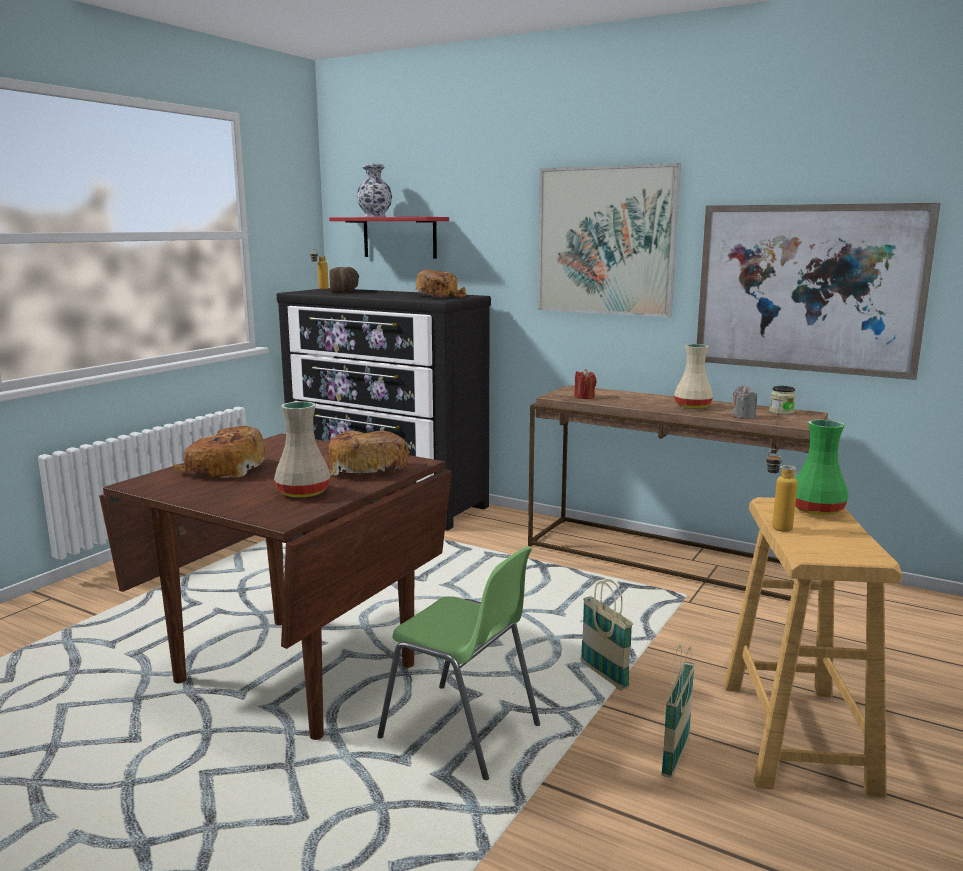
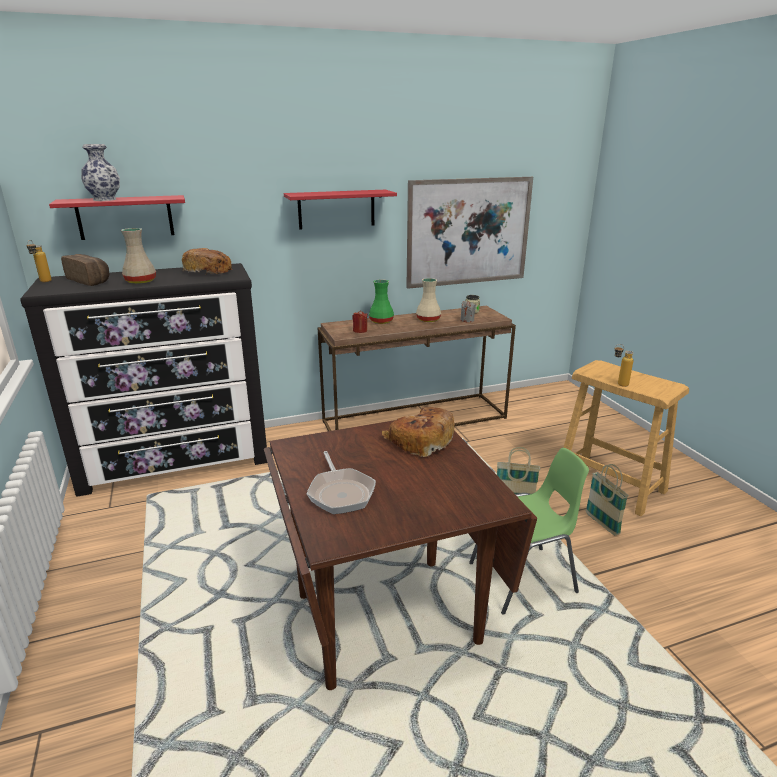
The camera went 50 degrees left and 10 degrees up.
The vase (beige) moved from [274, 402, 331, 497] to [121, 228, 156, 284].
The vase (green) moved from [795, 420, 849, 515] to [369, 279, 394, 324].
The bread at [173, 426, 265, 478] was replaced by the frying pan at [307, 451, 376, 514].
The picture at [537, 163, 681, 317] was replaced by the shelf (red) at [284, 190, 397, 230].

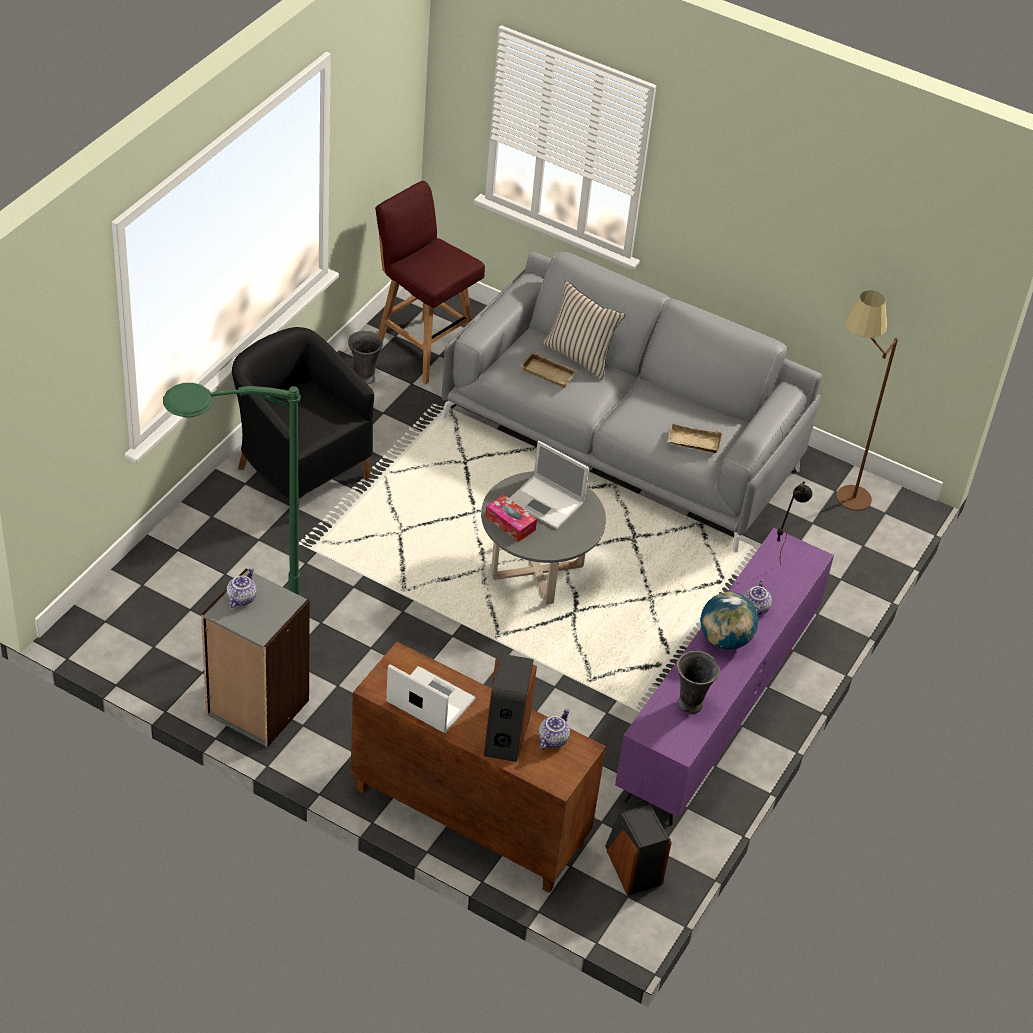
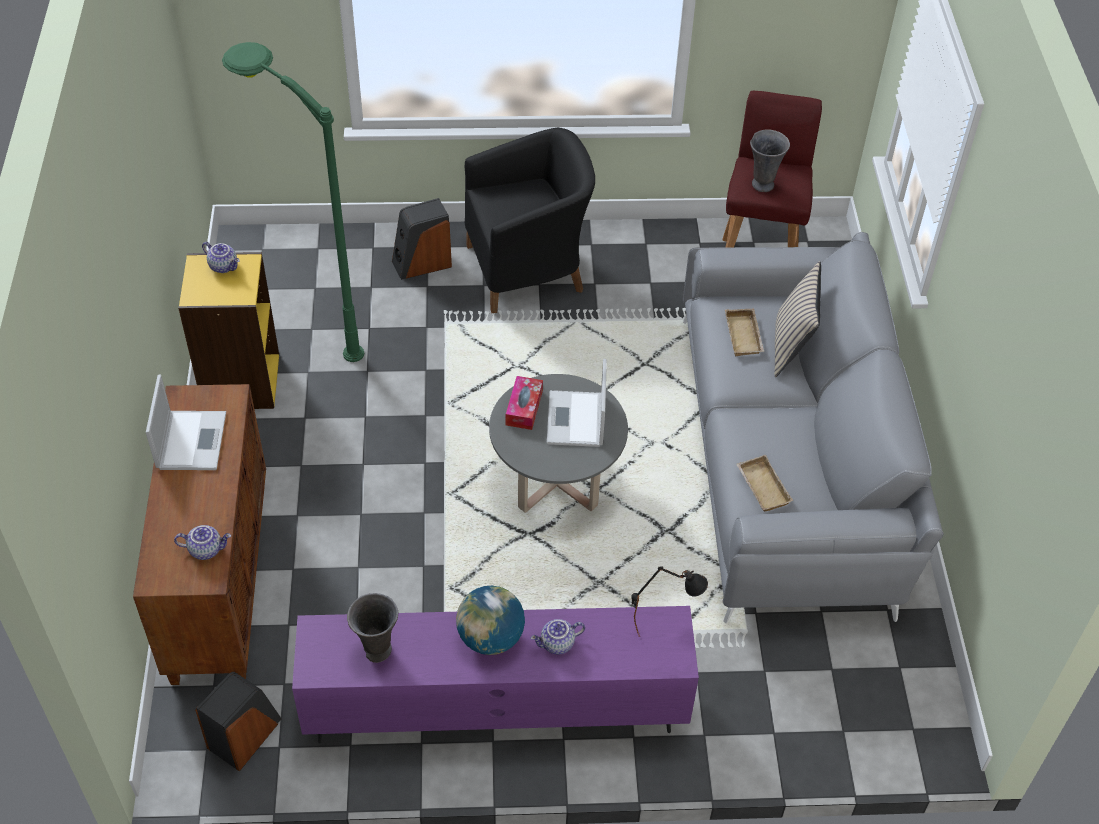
The camera went 60 degrees right and 5 degrees up.
The floor lamp (brown) at [836, 290, 898, 510] disappeared.
The vase (grey) moved from [348, 331, 383, 385] to [750, 129, 790, 192].
The speaker moved from [484, 653, 537, 762] to [392, 198, 452, 280].
The bookcase (grey) at [201, 568, 310, 748] became the bookcase (yellow) at [178, 252, 279, 409].
The teapot at [227, 567, 257, 608] turned 45 degrees clockwise.
The armchair (black) at [232, 327, 374, 504] turned 60 degrees clockwise.

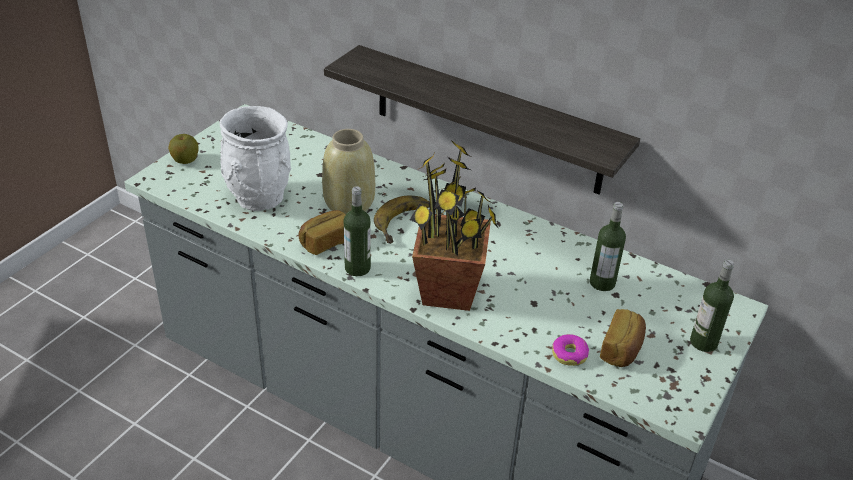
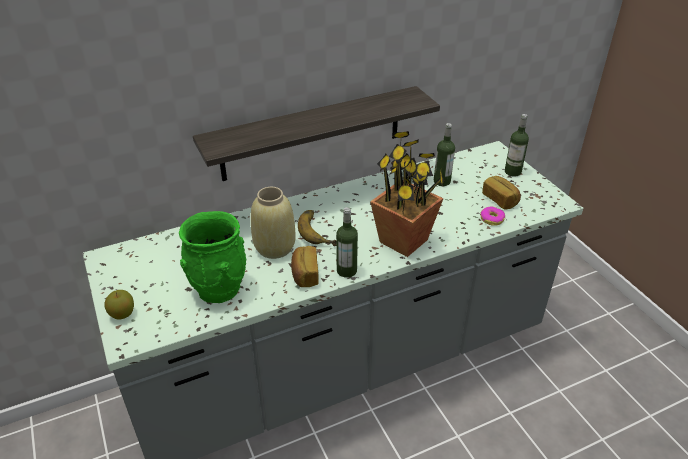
The camera went 55 degrees left and 0 degrees up.
The vase (white) at [219, 106, 291, 211] became the vase (green) at [179, 211, 246, 303].

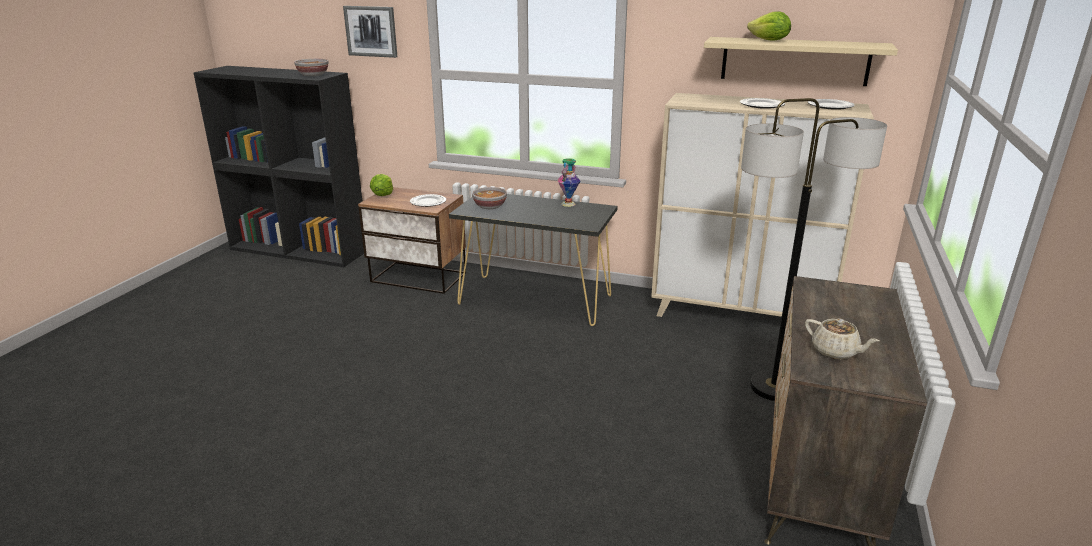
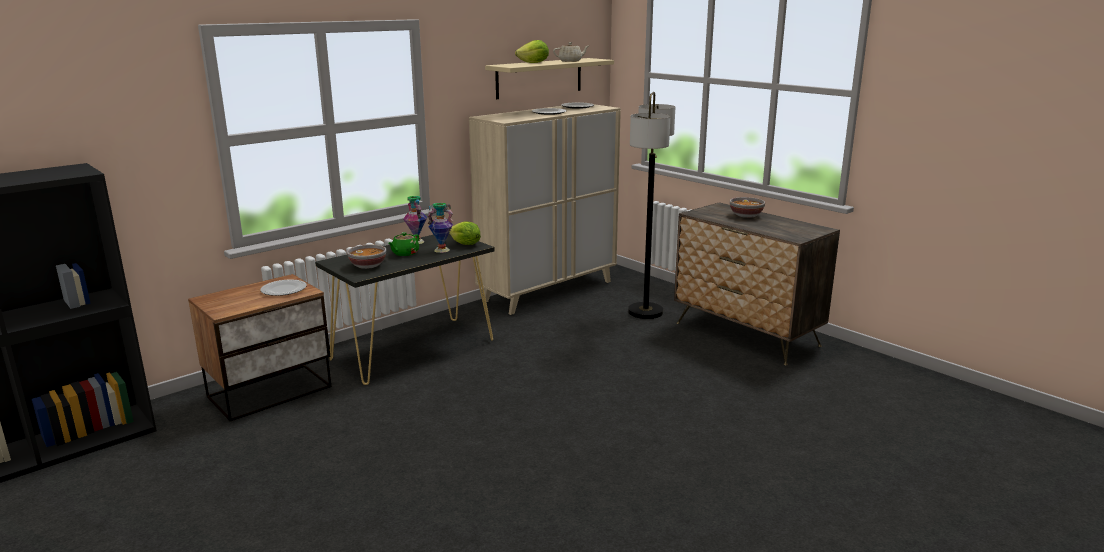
The camera went 60 degrees left and 5 degrees down.
The picture at [343, 6, 397, 58] disappeared.
The teapot (green) at [388, 232, 419, 256] appeared.
The vase at [427, 203, 453, 253] appeared.
The bowl moved from [294, 59, 328, 76] to [730, 197, 765, 218].
The lettuce moved from [370, 174, 393, 196] to [449, 221, 481, 245].
The teapot (beige) moved from [805, 319, 879, 359] to [553, 42, 589, 62].

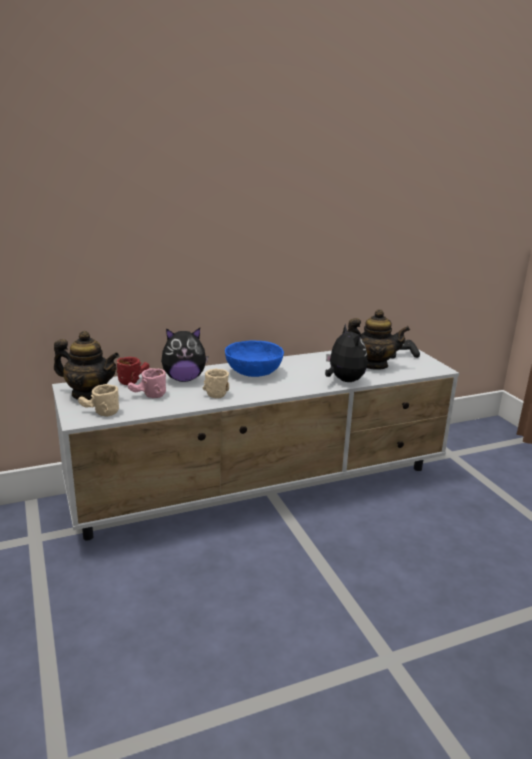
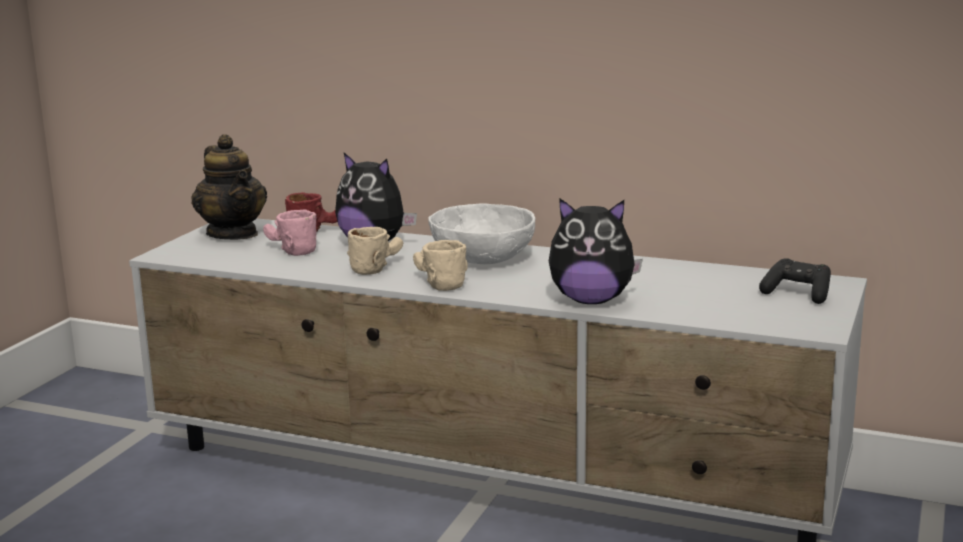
The camera went 45 degrees right and 5 degrees down.
The teapot at [348, 309, 410, 370] disappeared.
The mug (beige) moved from [78, 384, 119, 417] to [413, 240, 468, 291].
The bowl (blue) at [225, 340, 284, 377] became the bowl (white) at [428, 203, 535, 264].
The plush toy at [325, 324, 367, 382] turned 75 degrees clockwise.

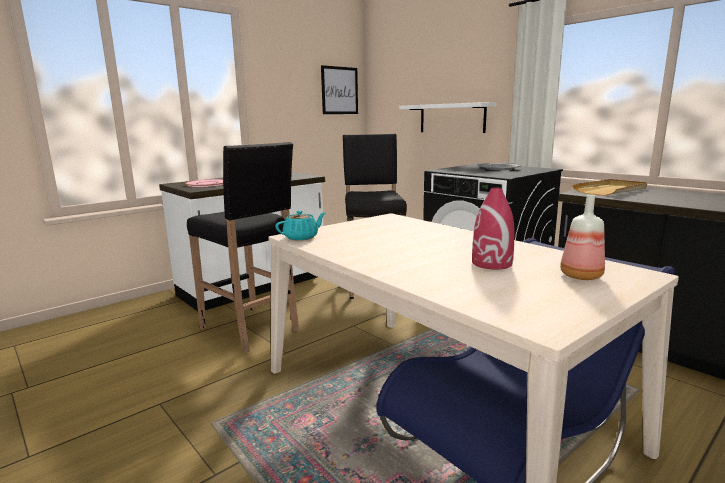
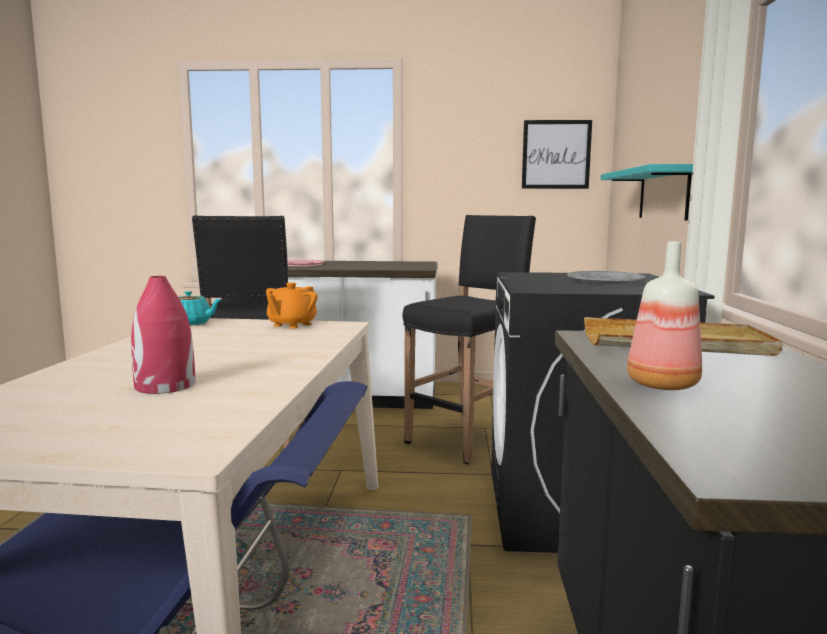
The camera went 45 degrees right and 5 degrees down.
The teapot (orange) at [266, 282, 317, 329] appeared.
The bottle moved from [560, 194, 605, 280] to [627, 242, 702, 390].
The shelf (white) at [399, 102, 497, 133] became the shelf (turquoise) at [601, 164, 693, 221].

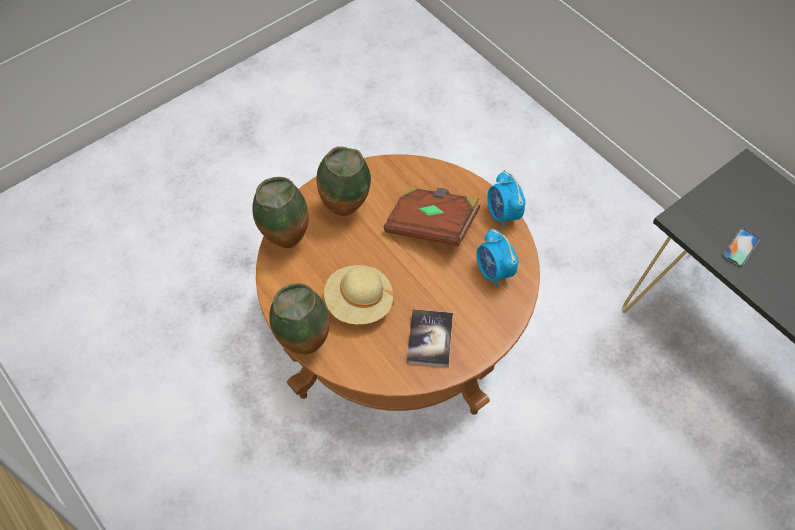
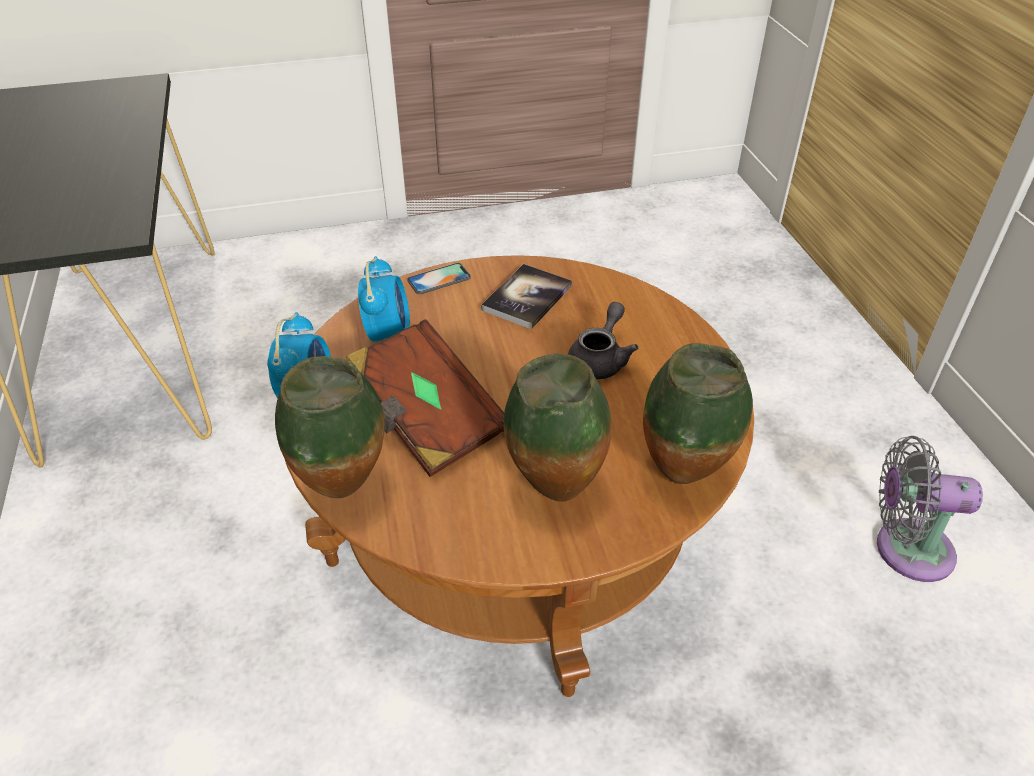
The camera went 155 degrees left and 15 degrees down.
The fan (grey) at [877, 436, 983, 582] appeared.
The vase moved from [269, 283, 330, 354] to [275, 356, 385, 498].
The phone moved from [722, 228, 760, 267] to [407, 263, 471, 294].
The hat (beige) at [324, 265, 394, 324] was replaced by the teapot (grey) at [568, 302, 639, 379].

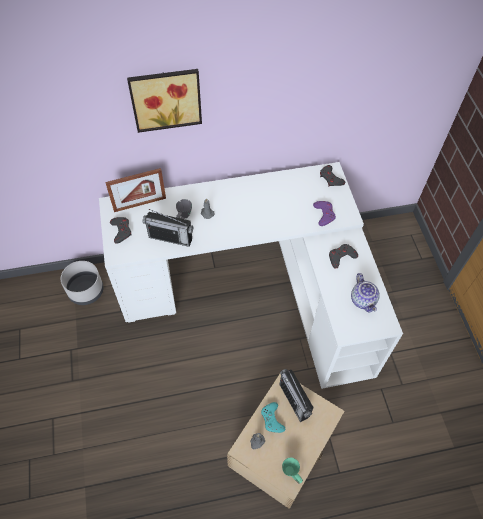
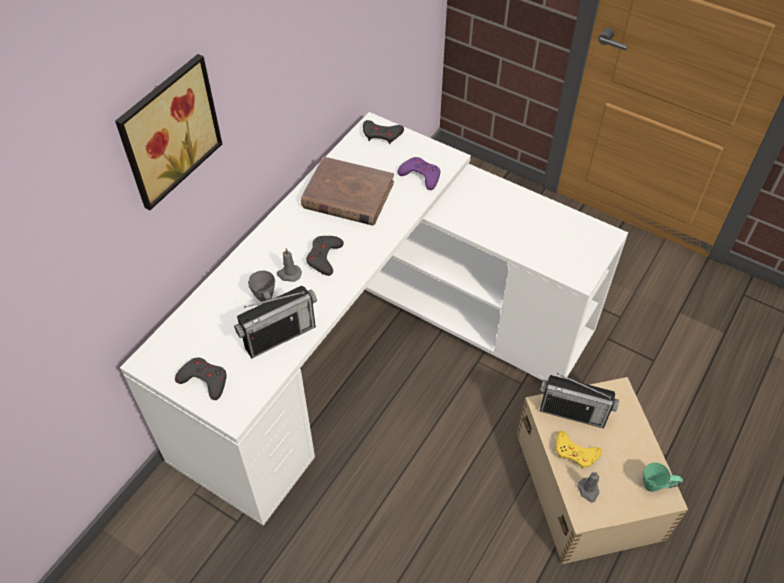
The camera went 45 degrees left and 5 degrees down.
The planter (grey) at [61, 261, 104, 305] disappeared.
The picture frame at [105, 168, 166, 212] disappeared.
The teapot at [351, 273, 380, 312] disappeared.
The book (brown) at [301, 157, 394, 226] appeared.
The game controller (grey) moved from [329, 244, 358, 269] to [306, 236, 344, 276].
The game controller (turquoise) at [261, 402, 286, 433] became the game controller (yellow) at [556, 431, 602, 469].

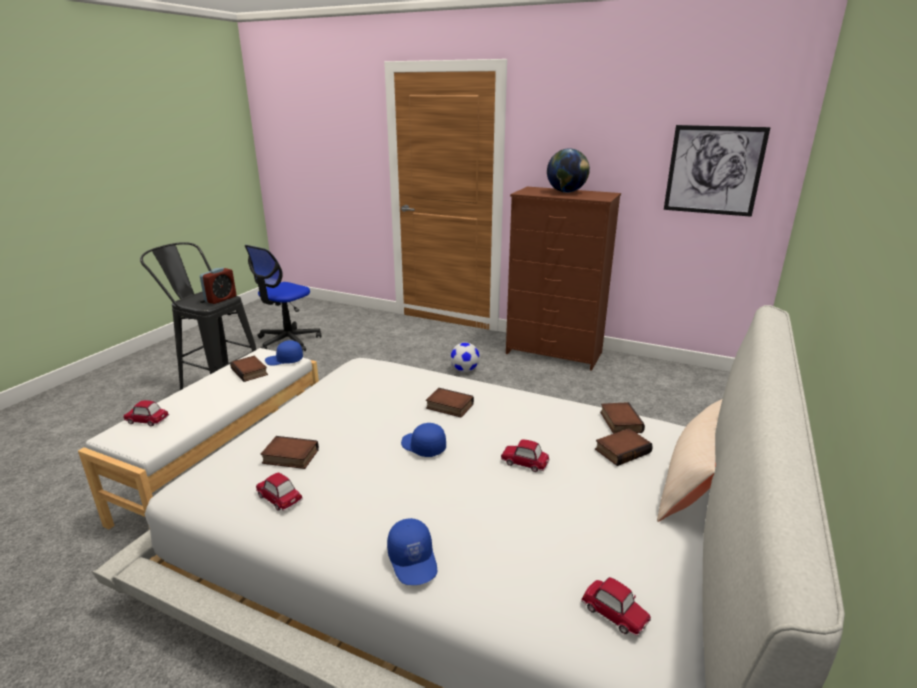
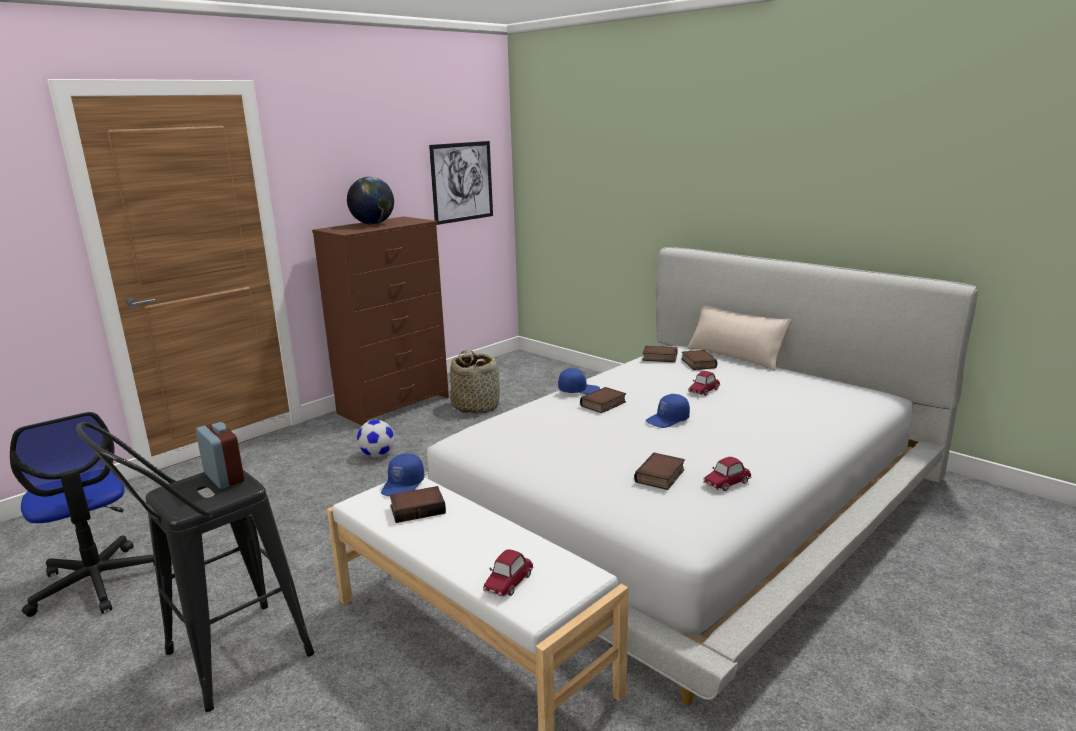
The camera went 70 degrees left and 5 degrees down.
The toy car at [581, 577, 651, 636] disappeared.
The basket at [451, 350, 500, 414] appeared.
The cap (blue) moved from [387, 518, 437, 585] to [558, 368, 600, 394].

